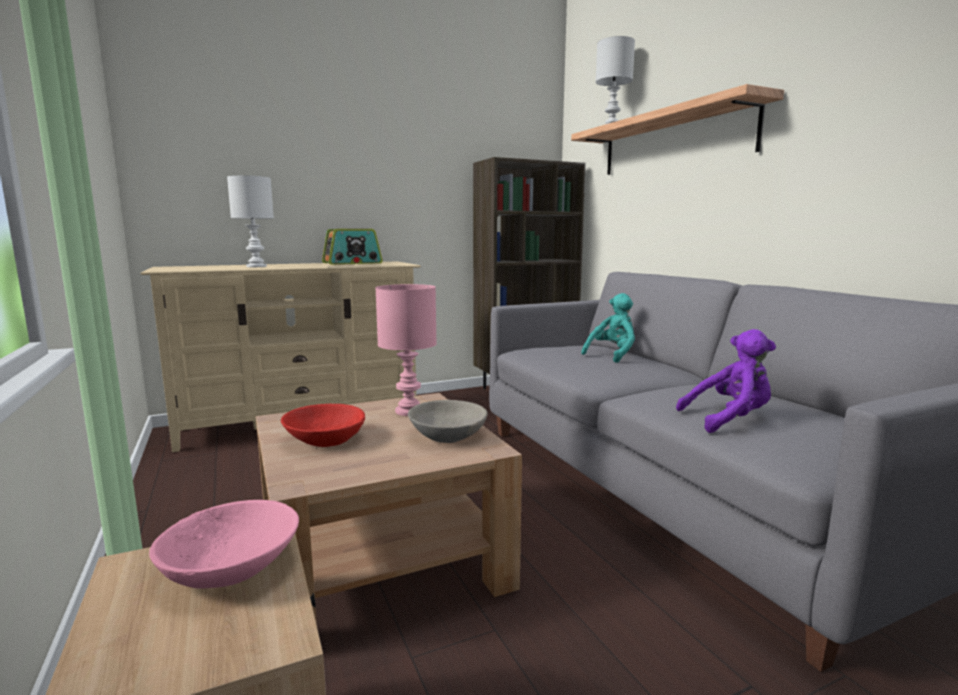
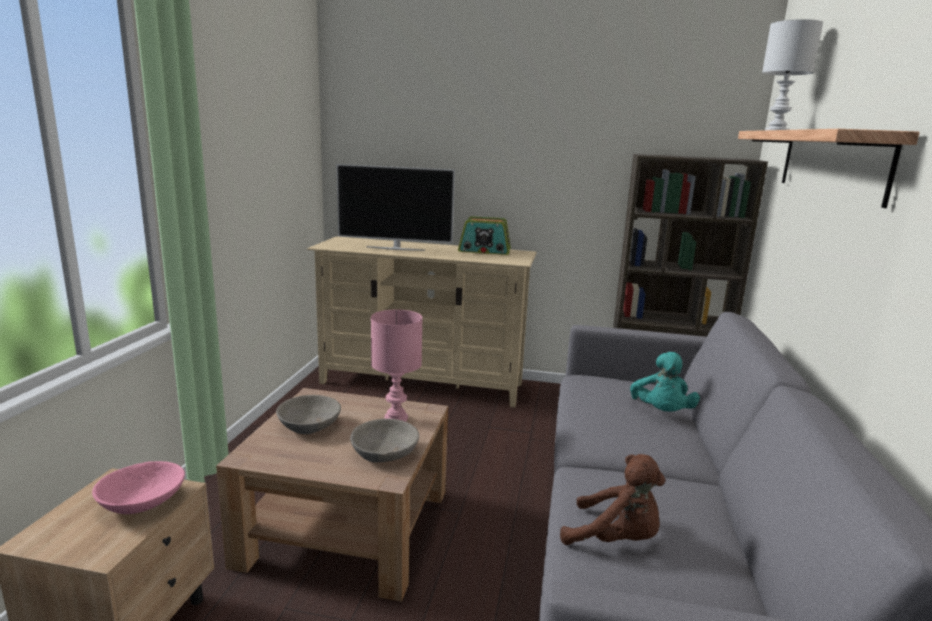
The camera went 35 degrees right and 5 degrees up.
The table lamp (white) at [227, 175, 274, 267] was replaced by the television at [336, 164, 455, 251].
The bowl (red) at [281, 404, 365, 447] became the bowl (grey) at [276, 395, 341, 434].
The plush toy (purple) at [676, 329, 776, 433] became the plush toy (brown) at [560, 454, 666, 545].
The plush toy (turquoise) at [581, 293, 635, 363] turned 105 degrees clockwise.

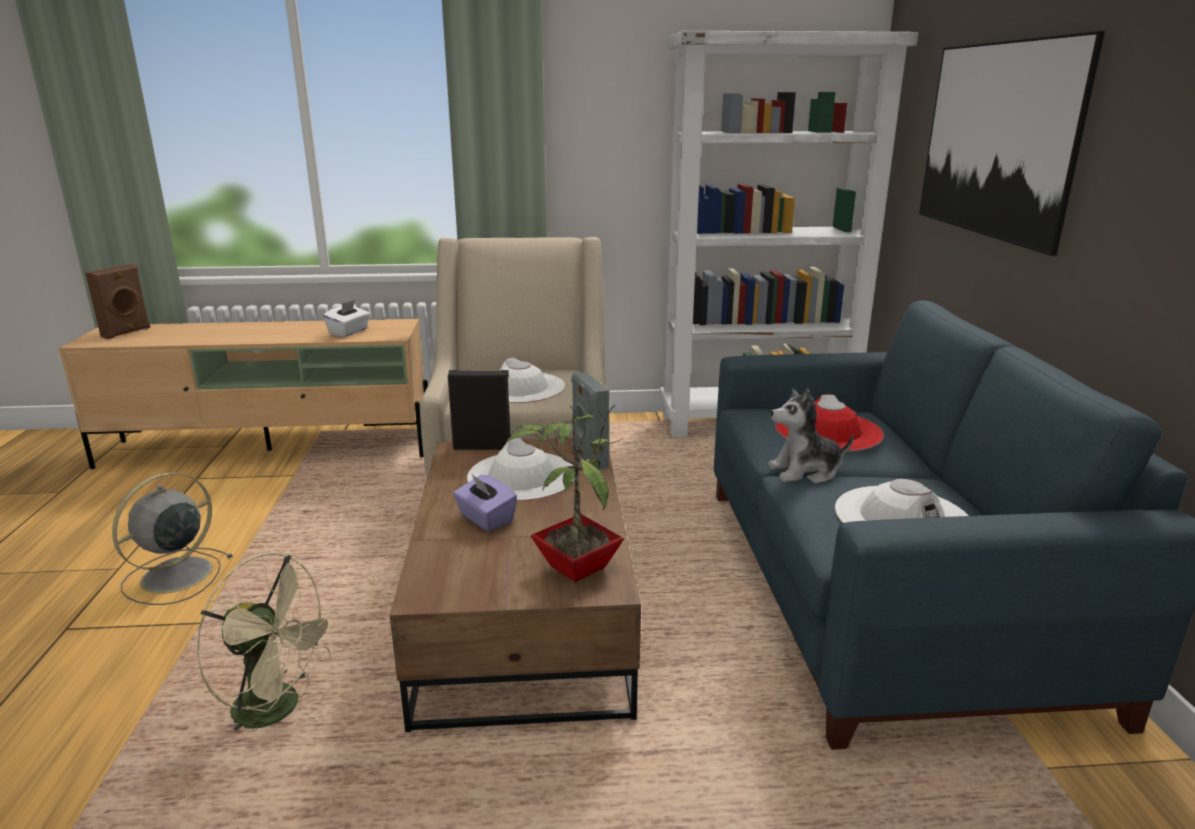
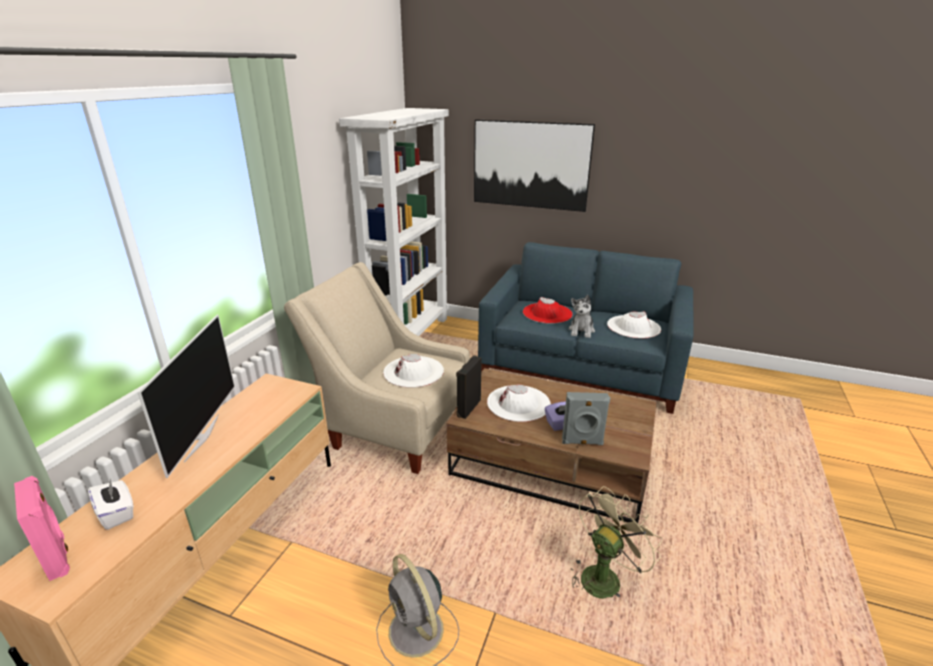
The camera went 65 degrees left and 5 degrees up.
The potted plant at [506, 405, 624, 582] disappeared.
The television at [137, 314, 235, 478] appeared.
The tissue box (white) moved from [323, 300, 370, 337] to [88, 478, 134, 530].
The speaker (grey) moved from [571, 372, 609, 471] to [562, 392, 610, 445].
The speaker (brown) at [85, 264, 150, 339] became the speaker (pink) at [14, 476, 70, 581].

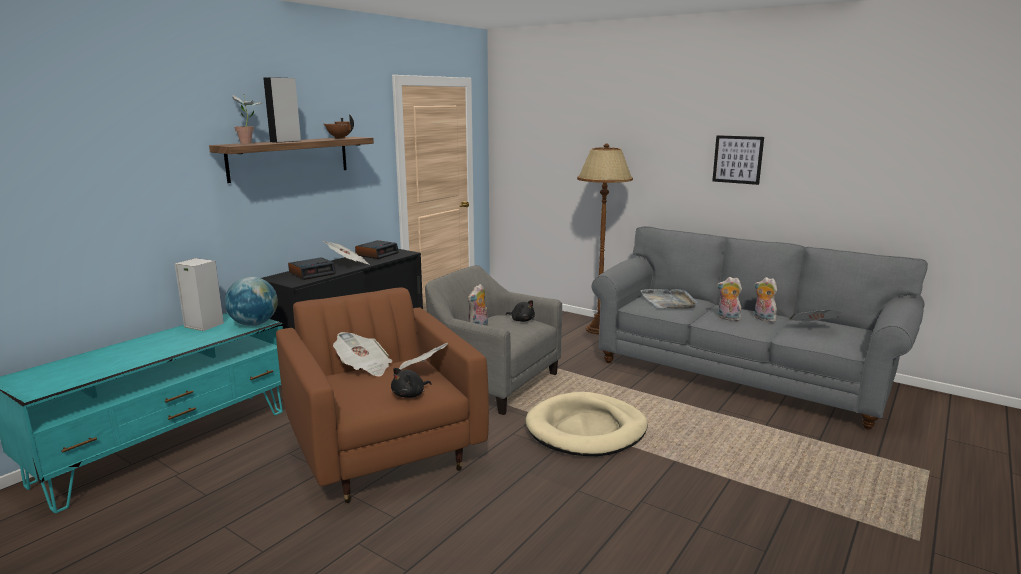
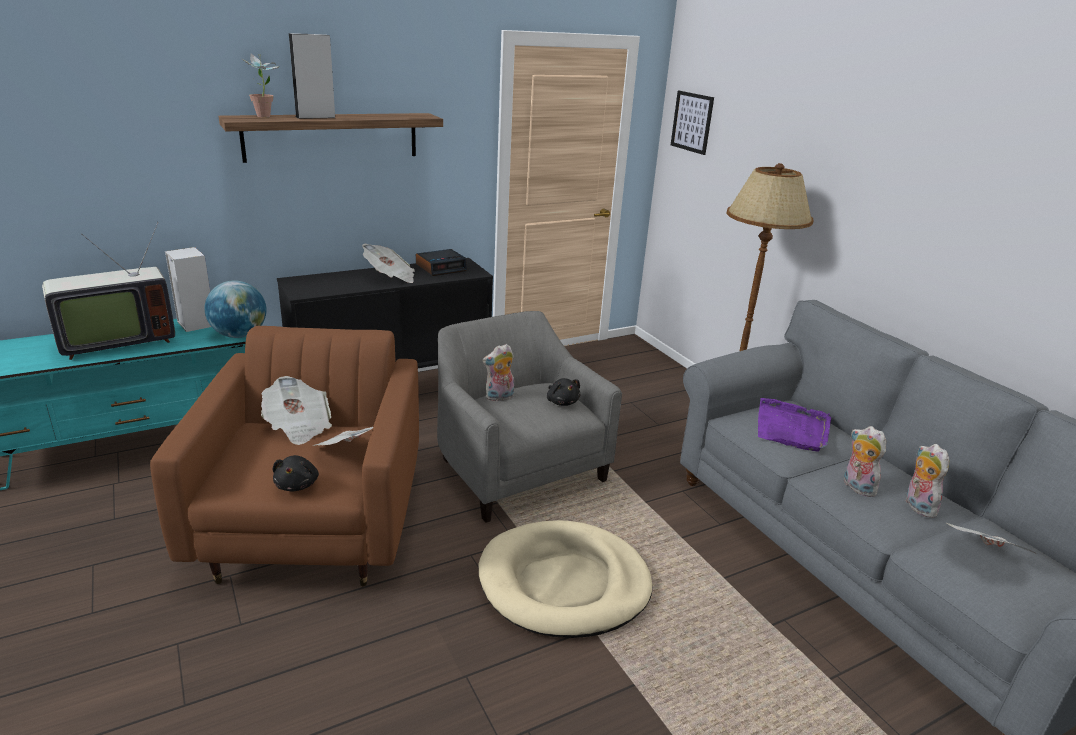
The camera went 25 degrees right and 10 degrees up.
The alarm clock at [288, 257, 336, 280] disappeared.
The teapot (brown) at [324, 114, 354, 139] disappeared.
The television at [42, 222, 175, 360] appeared.
The picture moved from [712, 135, 764, 185] to [671, 91, 714, 155].
The tray (grey) at [640, 289, 698, 309] became the tray (purple) at [758, 398, 831, 452].
The plush toy (black) at [391, 368, 431, 398] turned 75 degrees counterclockwise.

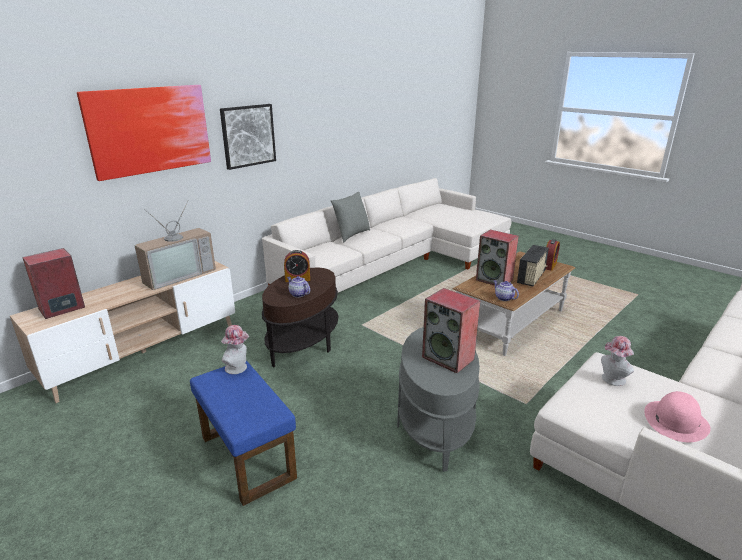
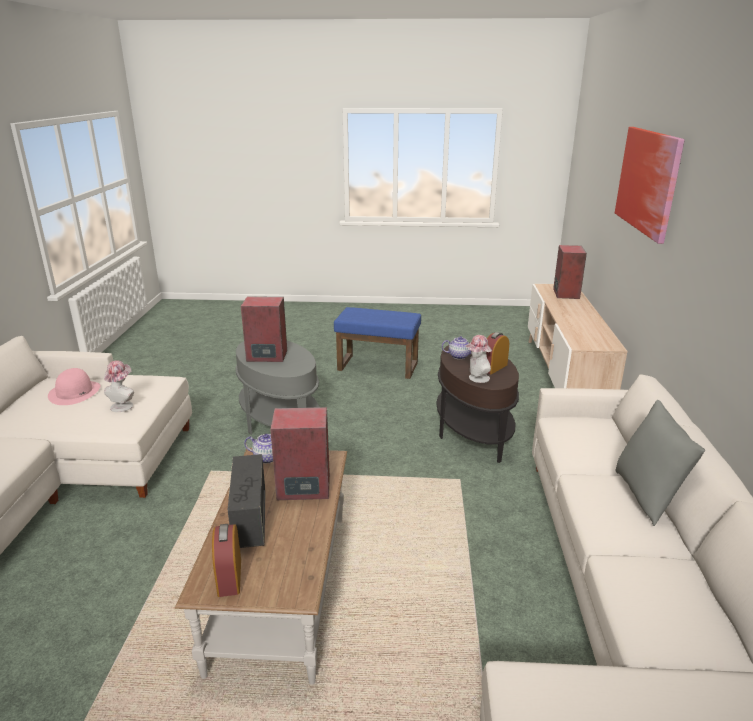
The camera went 140 degrees right and 0 degrees up.
The television at [134, 200, 216, 290] disappeared.
The picture at [220, 104, 276, 170] disappeared.
The hat moved from [221, 325, 250, 374] to [465, 335, 492, 383].

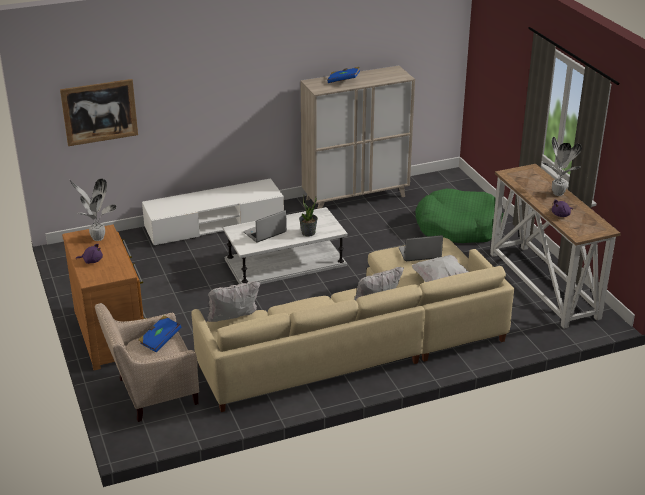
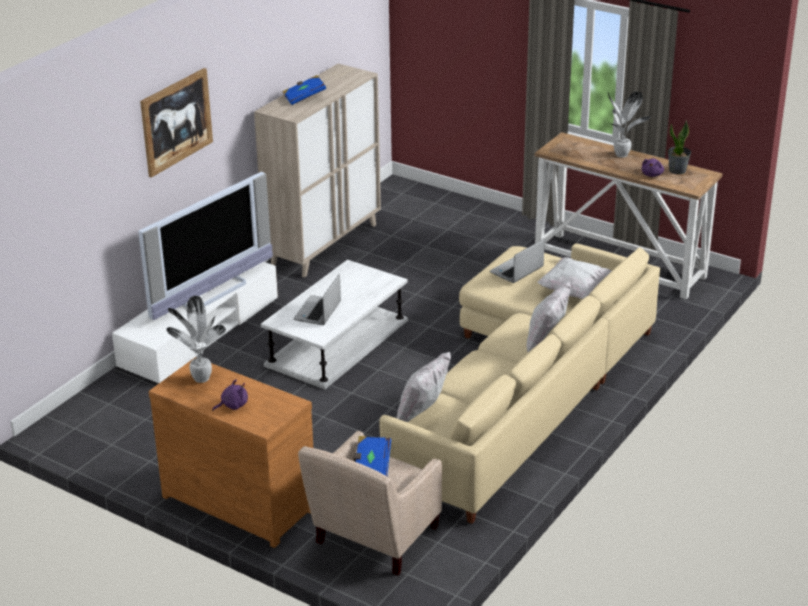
The camera went 35 degrees left and 0 degrees up.
The dog bed (green) at [415, 189, 503, 243] disappeared.
The television at [138, 172, 273, 320] appeared.
The picture moved from [60, 79, 138, 146] to [140, 68, 213, 178].
The potted plant moved from [299, 195, 318, 237] to [668, 120, 691, 174].

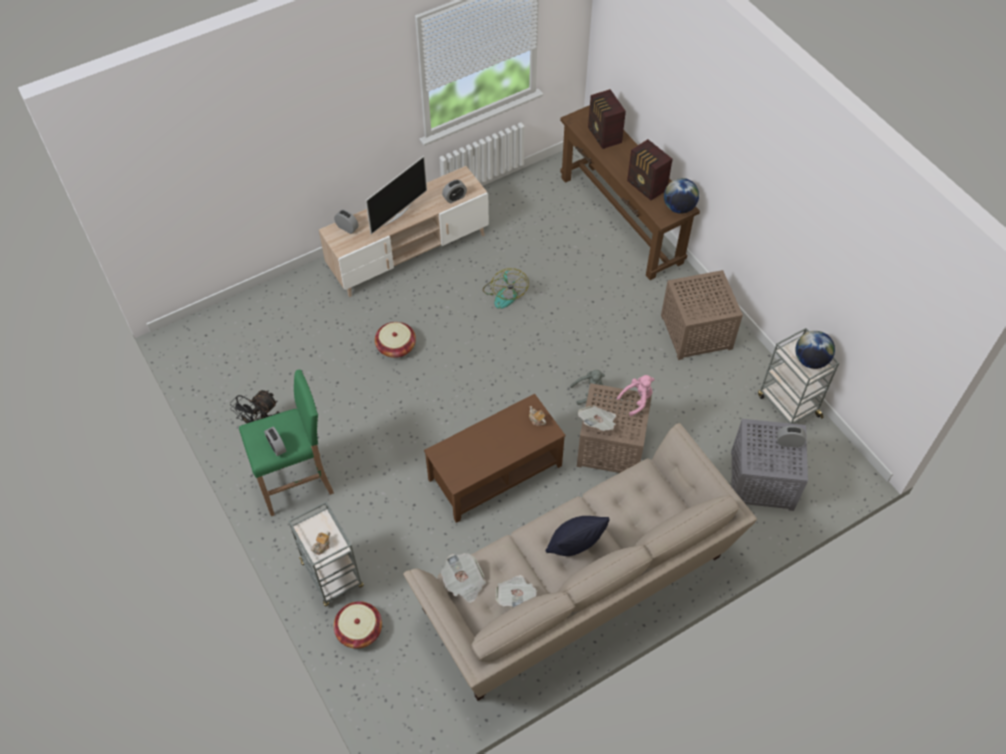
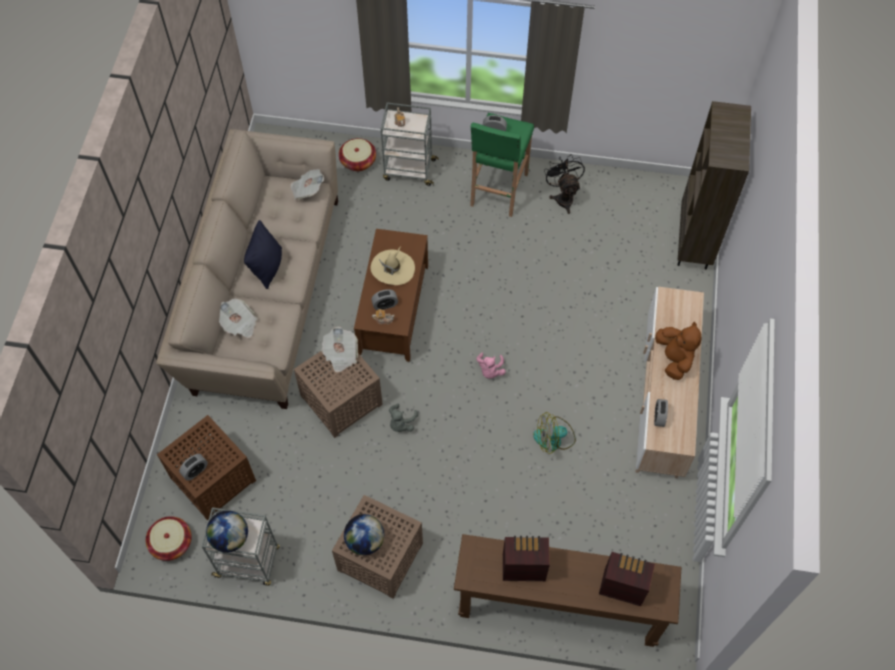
The camera went 130 degrees right and 5 degrees up.
The hat (beige) at [370, 247, 415, 285] appeared.
The bookcase (brown) at [677, 101, 751, 269] appeared.
The alarm clock moved from [334, 210, 359, 234] to [371, 289, 398, 310].
The basket moved from [375, 322, 416, 358] to [146, 516, 192, 561].
The newspaper moved from [495, 575, 537, 607] to [219, 299, 258, 338].
The plush toy (pink) moved from [617, 375, 655, 416] to [476, 353, 506, 379].
The globe moved from [664, 178, 699, 214] to [344, 514, 384, 555].
The television at [366, 156, 427, 234] was replaced by the plush toy (brown) at [655, 322, 701, 380].
The side table (grey) at [731, 419, 808, 511] became the side table (brown) at [157, 415, 256, 521].
The fan at [483, 268, 529, 309] turned 45 degrees counterclockwise.

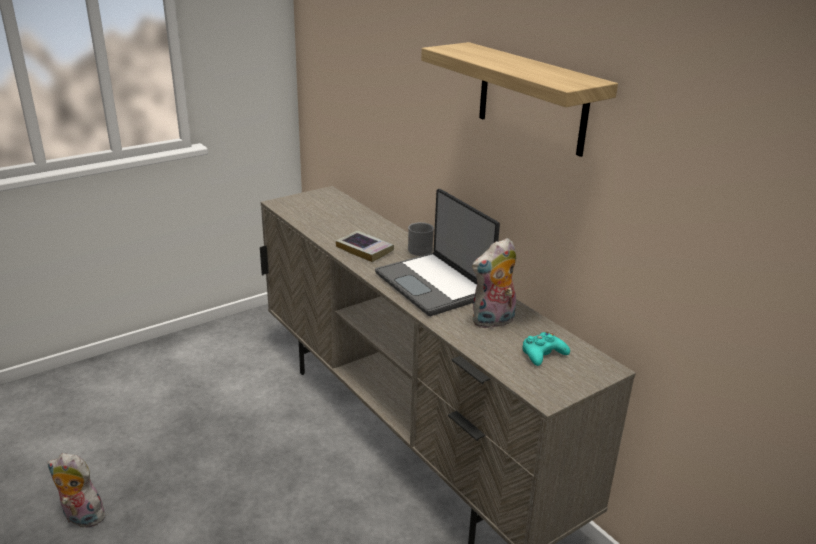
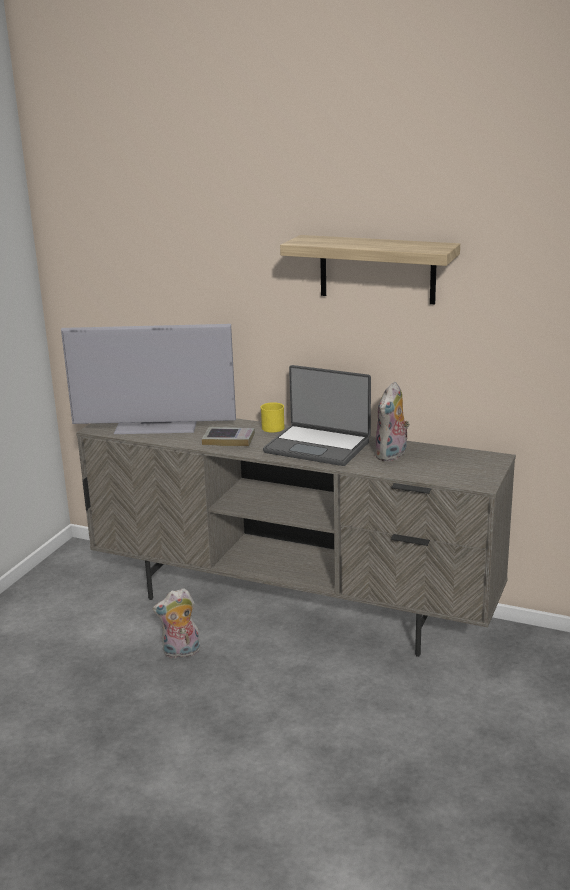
The camera went 30 degrees left and 5 degrees down.
The game controller (turquoise) at [523, 332, 570, 366] disappeared.
The television at [61, 324, 236, 434] appeared.
The plush toy moved from [47, 453, 107, 527] to [153, 588, 200, 659].
The mug (grey) at [408, 222, 434, 256] became the mug (yellow) at [260, 402, 284, 433].

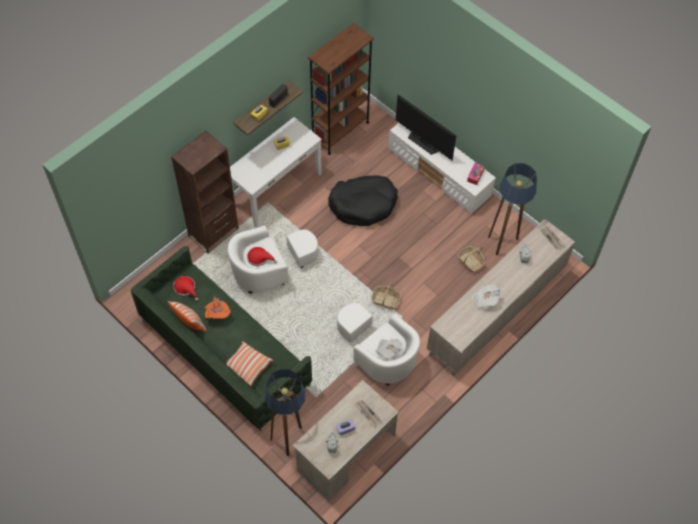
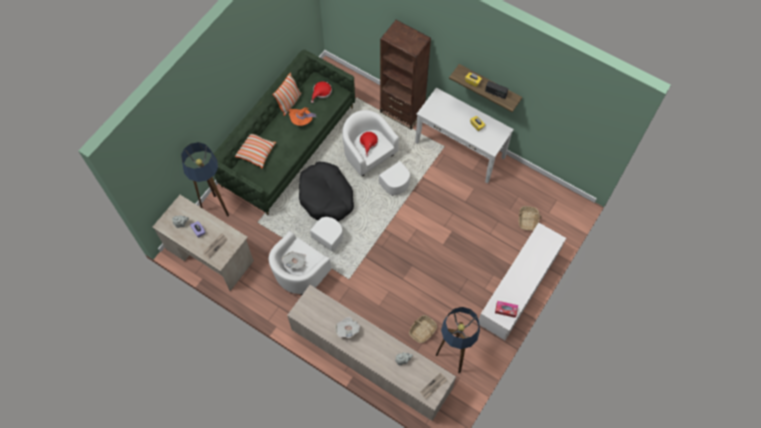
The camera went 80 degrees right and 5 degrees up.
The bookcase (brown) at [308, 23, 374, 155] disappeared.
The television at [396, 94, 456, 160] disappeared.
The dog bed (black) moved from [328, 175, 398, 226] to [299, 162, 354, 222].
The basket moved from [371, 282, 401, 309] to [519, 206, 541, 231].

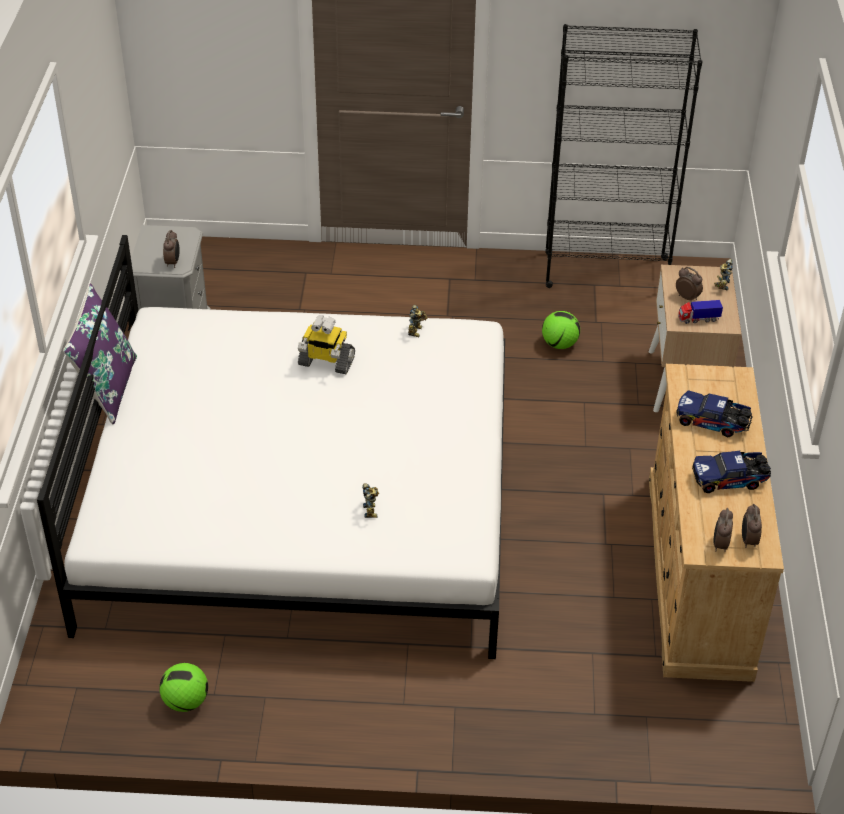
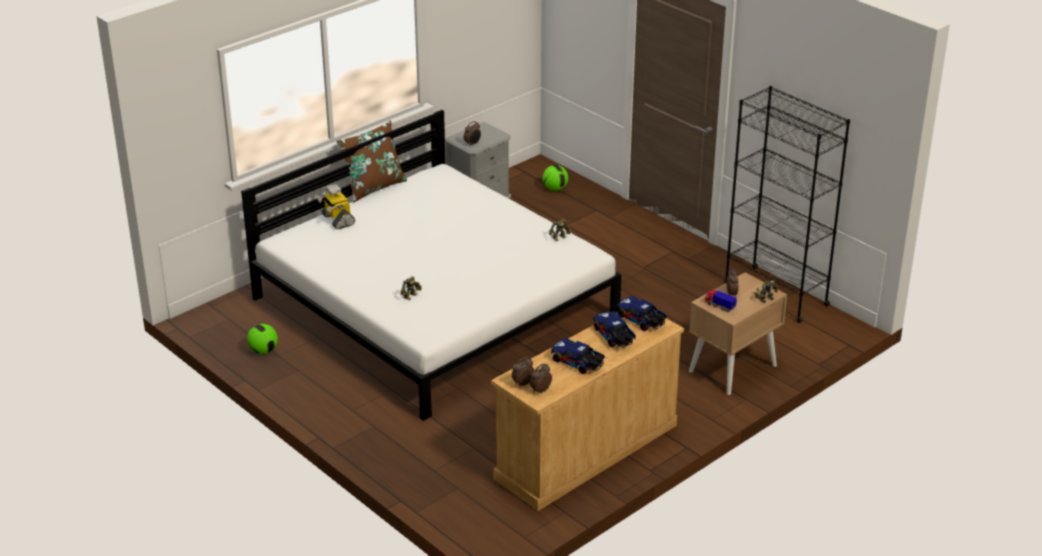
The camera went 45 degrees right and 10 degrees down.
The toy truck at [617, 296, 667, 331] appeared.
The toy robot moved from [298, 315, 355, 374] to [317, 184, 355, 229].
The football moved from [542, 311, 580, 349] to [543, 165, 568, 191].
The pillow (purple) at [63, 283, 137, 424] became the pillow (brown) at [336, 120, 407, 203].

